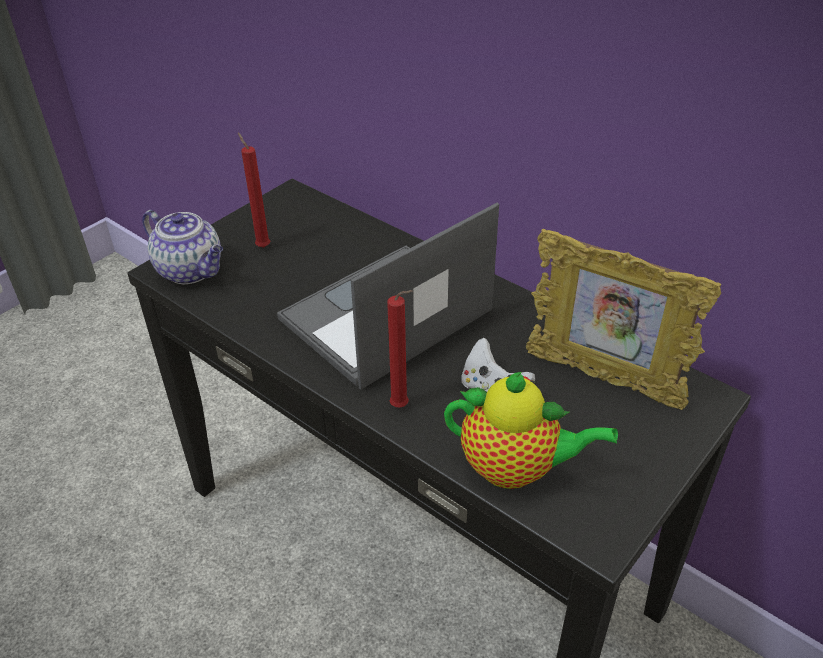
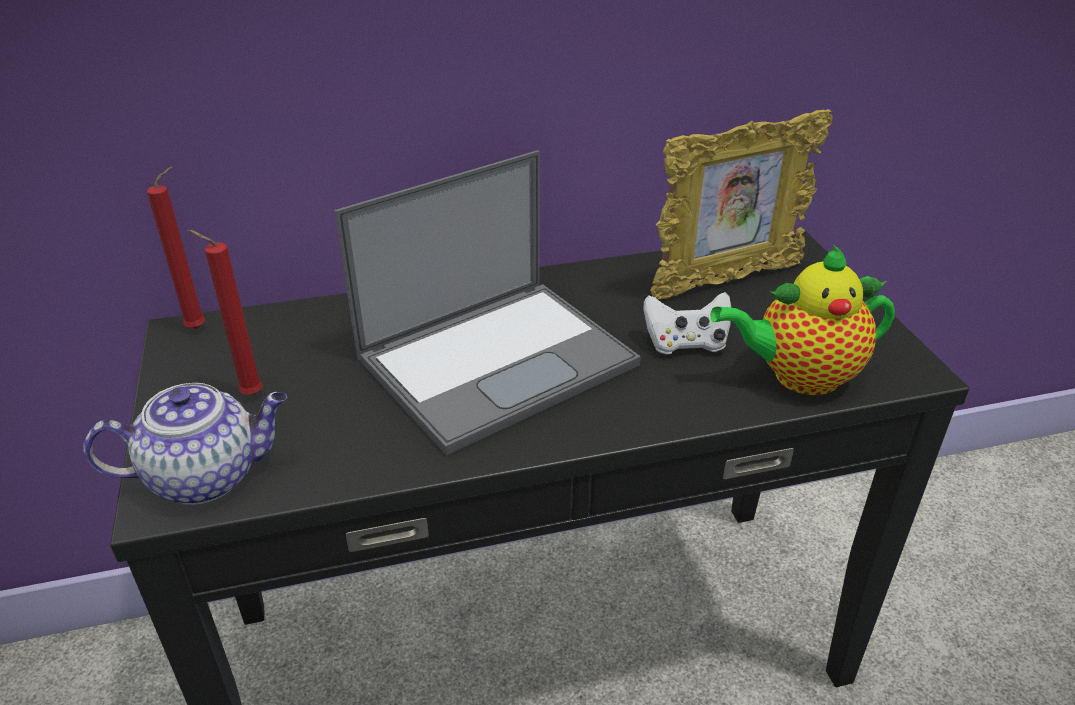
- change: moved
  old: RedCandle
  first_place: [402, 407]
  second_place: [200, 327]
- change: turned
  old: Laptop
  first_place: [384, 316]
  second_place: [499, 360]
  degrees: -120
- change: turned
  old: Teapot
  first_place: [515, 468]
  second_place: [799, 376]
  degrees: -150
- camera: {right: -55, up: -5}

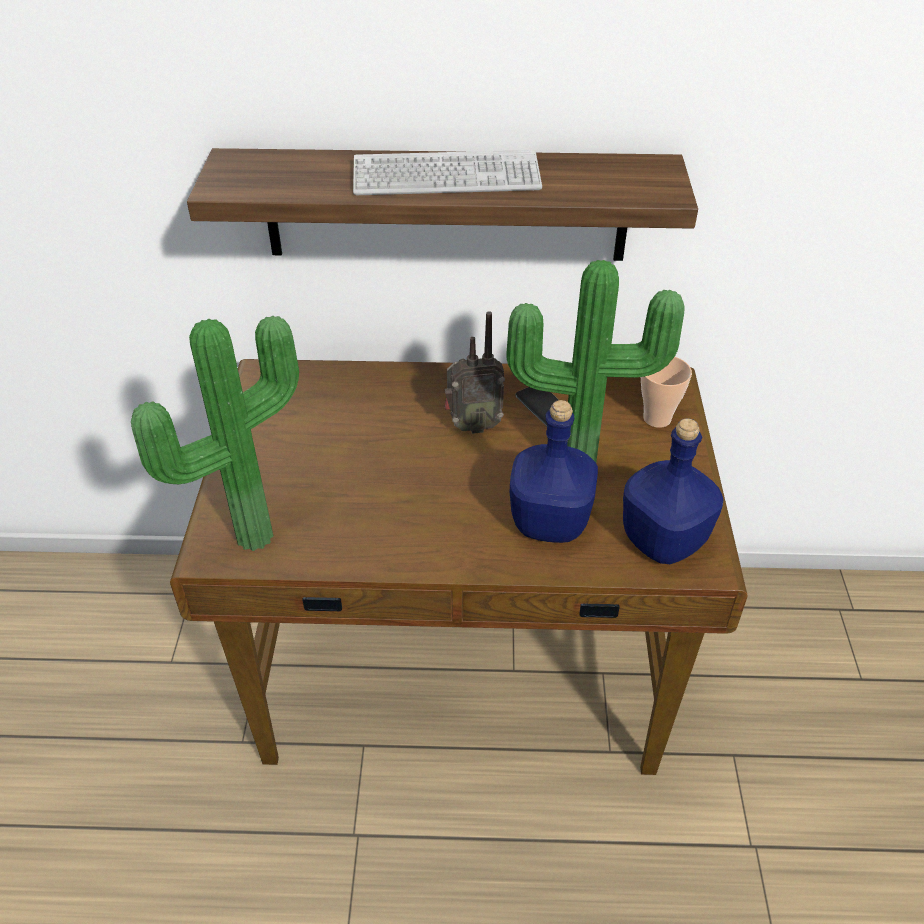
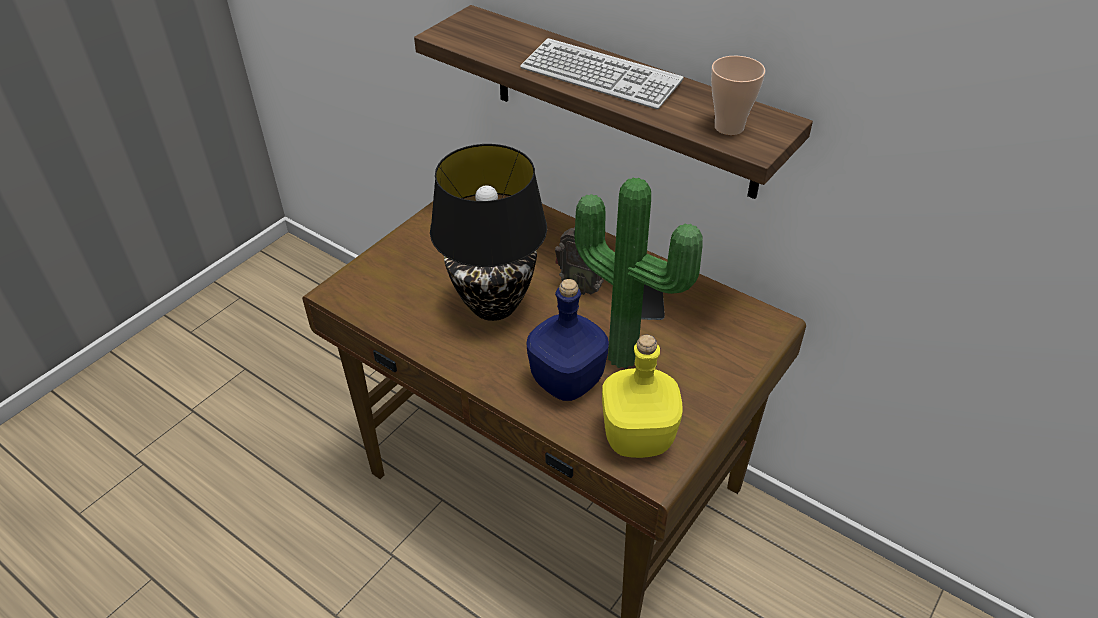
- change: removed
  old: PottedPlant
  first_place: [250, 533]
- change: added
  new: BlackTableLamp
  second_place: [492, 306]
- change: moved
  old: Cup
  first_place: [657, 418]
  second_place: [729, 127]
- change: recoloured
  old: BlueBottle
  new: YellowBottle
  first_place: [661, 540]
  second_place: [637, 436]
- camera: {right: 35, up: 0}

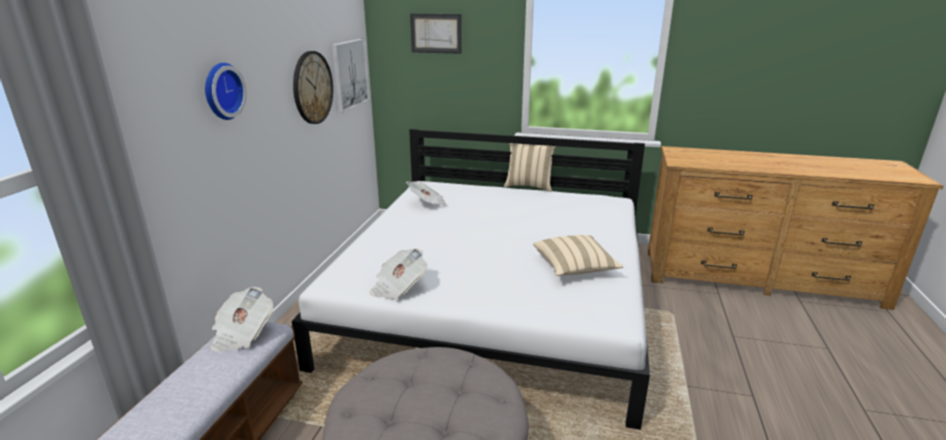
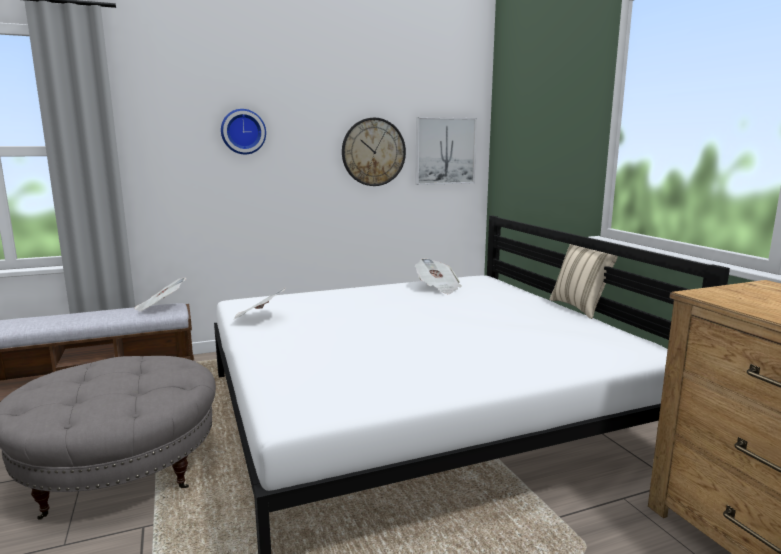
- change: removed
  old: Picture
  first_place: [436, 33]
- change: removed
  old: BeigePillow
  first_place: [574, 268]
- camera: {right: 55, up: -10}

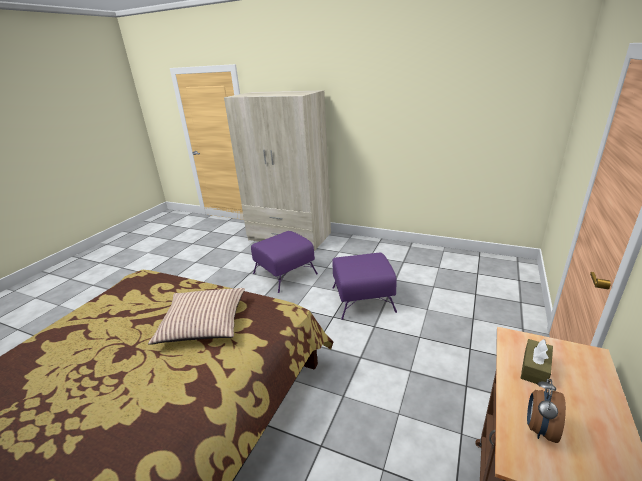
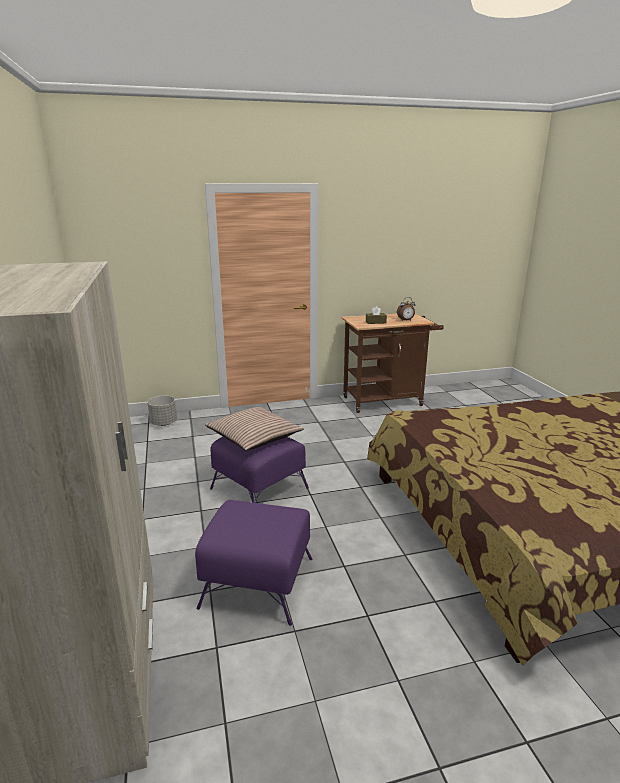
- change: added
  new: GreyPlanter
  second_place: [163, 423]
- change: moved
  old: Pillow
  first_place: [203, 323]
  second_place: [254, 437]
- camera: {right: -130, up: -5}

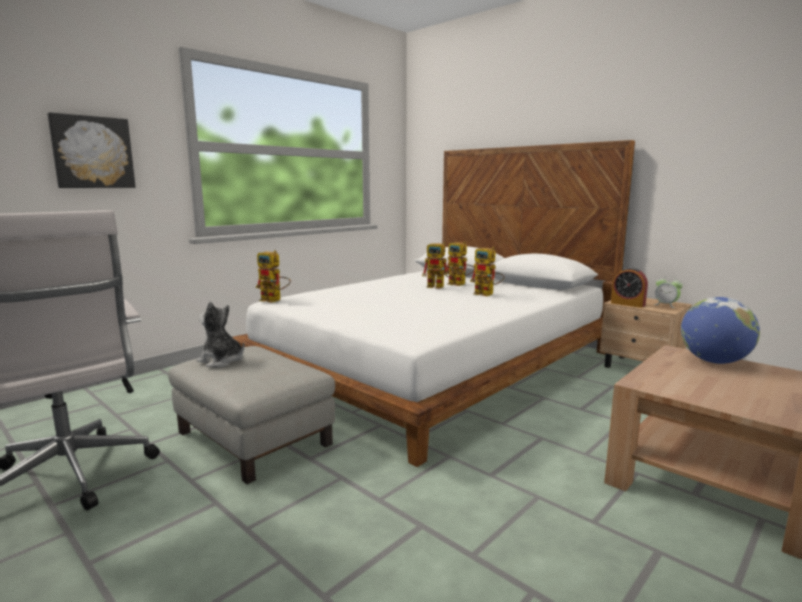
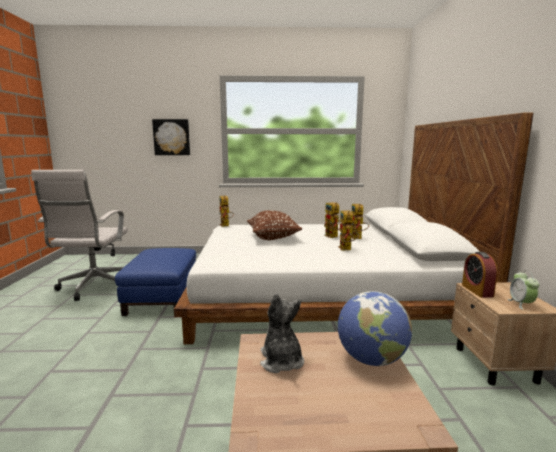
- change: added
  new: BrownPillow
  second_place: [273, 238]
- change: moved
  old: PlushToy
  first_place: [222, 361]
  second_place: [281, 361]
- change: recoloured
  old: GreyOttoman
  new: BlueOttoman
  first_place: [255, 438]
  second_place: [162, 298]
- camera: {right: 45, up: 0}

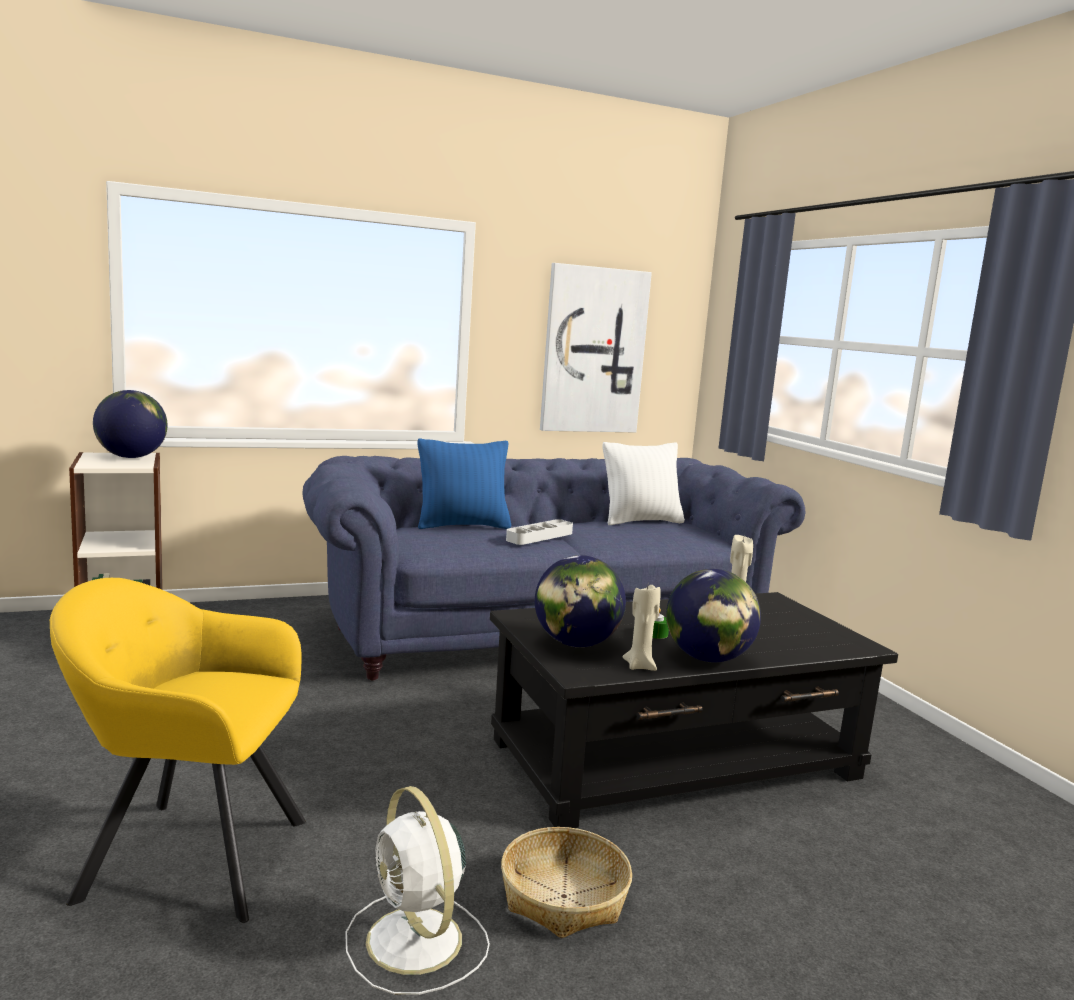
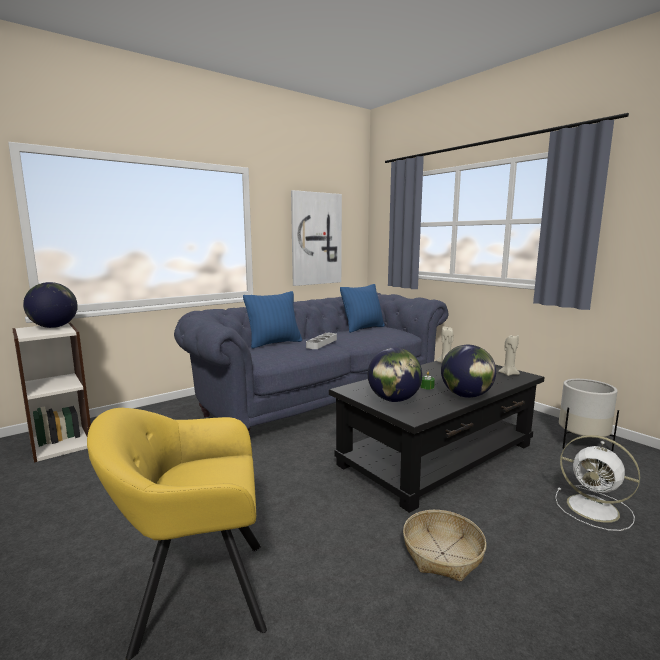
- change: added
  new: WhitePlanter
  second_place: [582, 444]
- change: moved
  old: WhiteFan
  first_place: [416, 943]
  second_place: [595, 509]
- change: moved
  old: BeigeCandle
  first_place: [640, 666]
  second_place: [508, 374]
- change: recoloured
  old: WhitePillow
  new: BluePillow
  first_place: [640, 521]
  second_place: [363, 328]
- camera: {right: -15, up: 0}

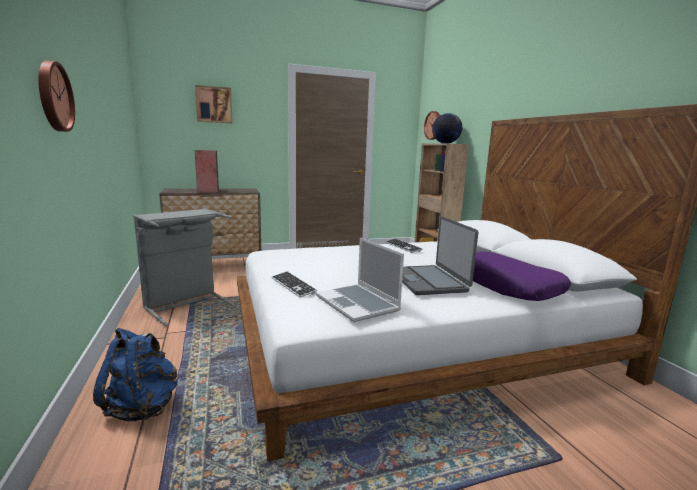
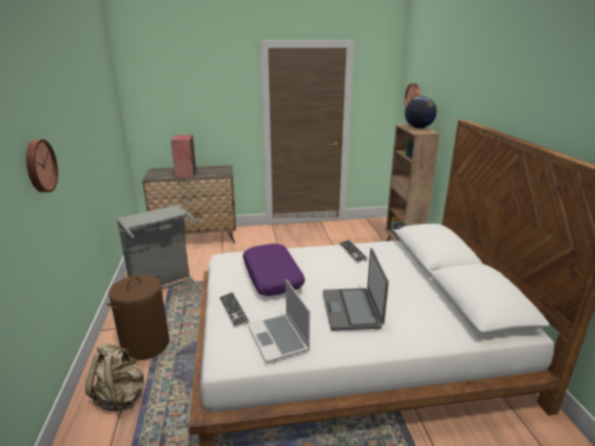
- change: removed
  old: Picture
  first_place: [214, 105]
- change: added
  new: BrownLaundryBasket
  second_place: [146, 344]
- change: moved
  old: PurplePillow
  first_place: [505, 286]
  second_place: [272, 276]
- change: recoloured
  old: BlueBackpack
  new: BeigeBackpack
  first_place: [142, 407]
  second_place: [121, 397]
- camera: {right: 10, up: 10}

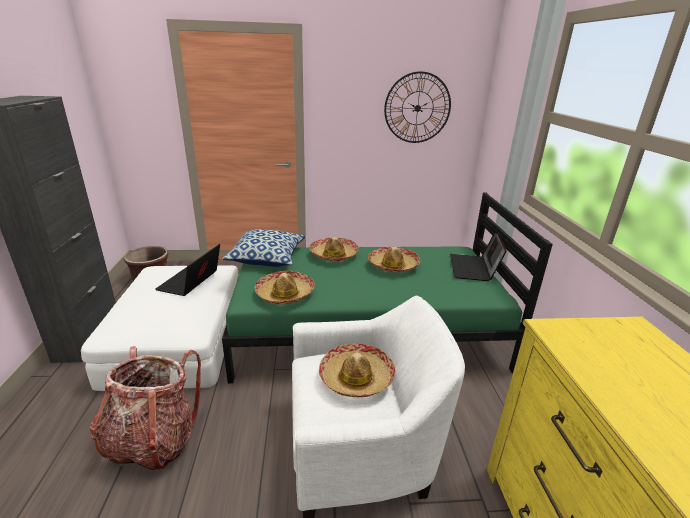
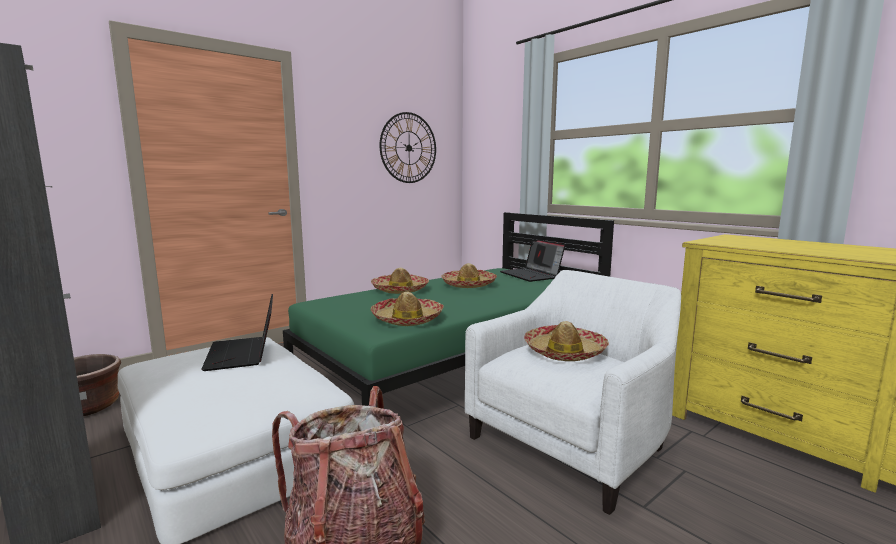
- change: removed
  old: Pillow
  first_place: [267, 258]
- camera: {right: -35, up: -15}

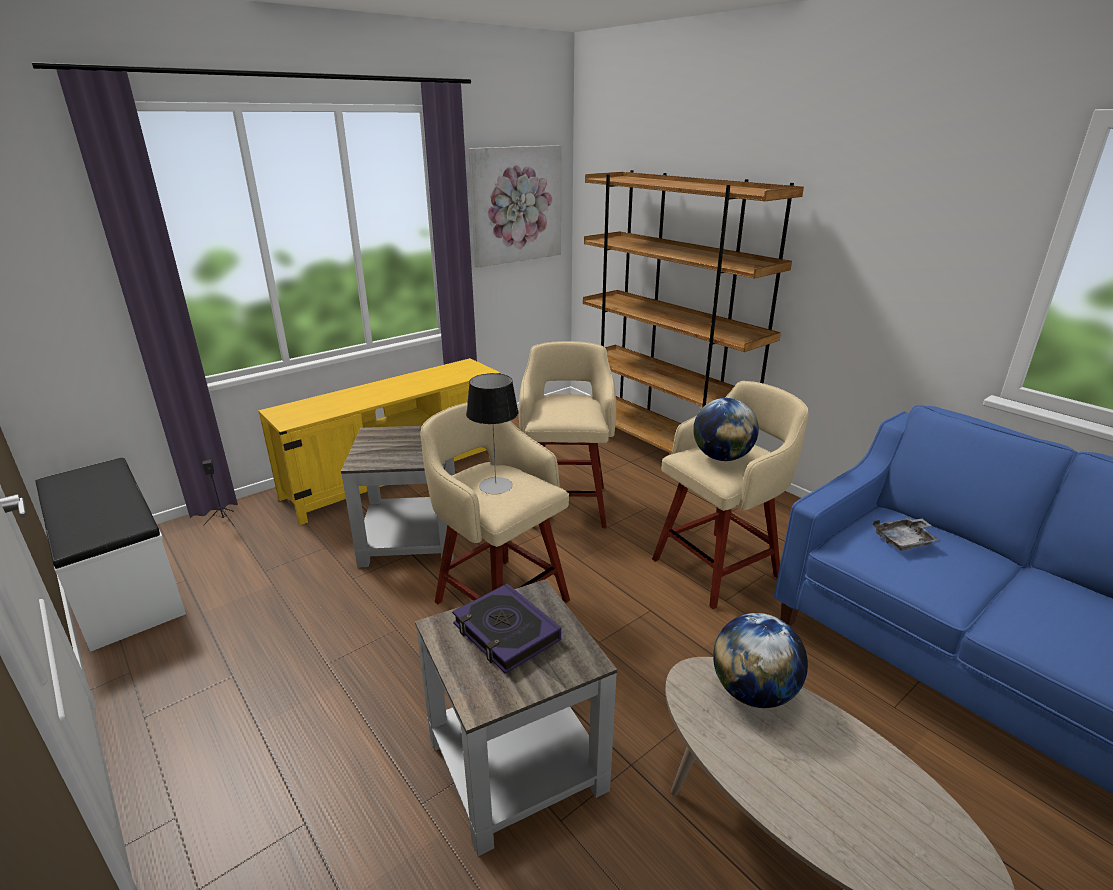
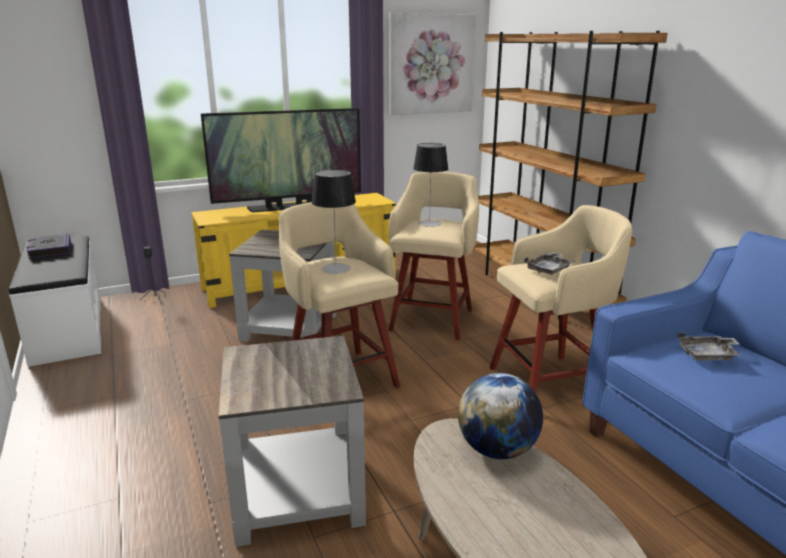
- change: added
  new: Television
  second_place: [288, 207]
- change: added
  new: TableLamp
  second_place: [429, 223]
- change: moved
  old: Book
  first_place: [505, 632]
  second_place: [50, 250]
- change: replaced
  old: Globe
  new: GreyTray
  first_place: [721, 457]
  second_place: [549, 269]
- camera: {right: 15, up: -5}

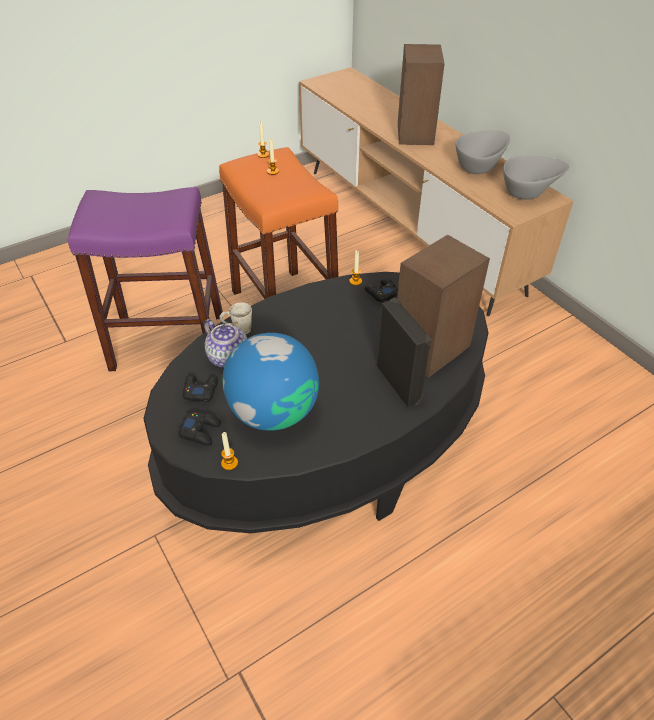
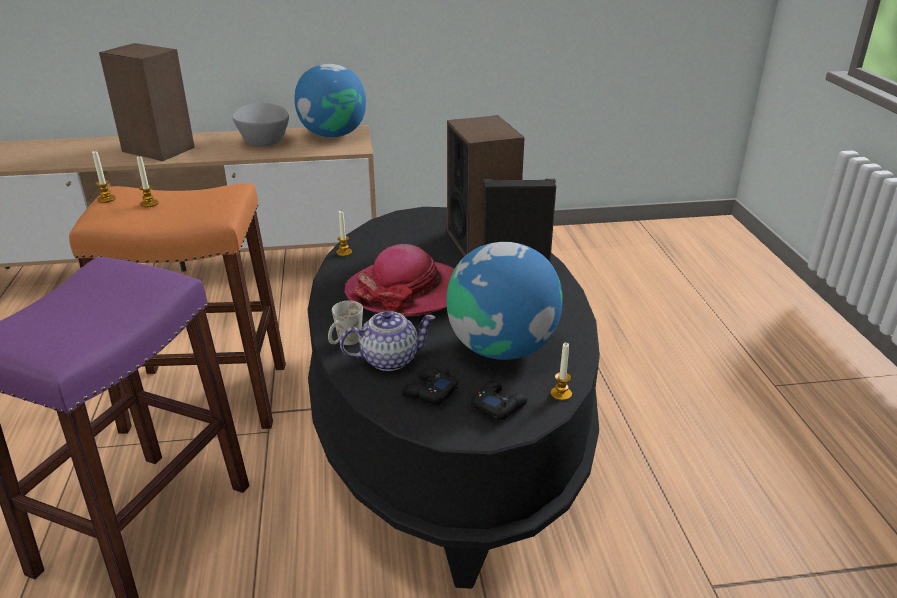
- change: removed
  old: BlackGameController
  first_place: [381, 293]
- change: added
  new: Hat
  second_place: [407, 292]
- change: replaced
  old: GreyBowl
  new: Globe
  first_place: [528, 192]
  second_place: [333, 135]
- camera: {right: -65, up: -15}

